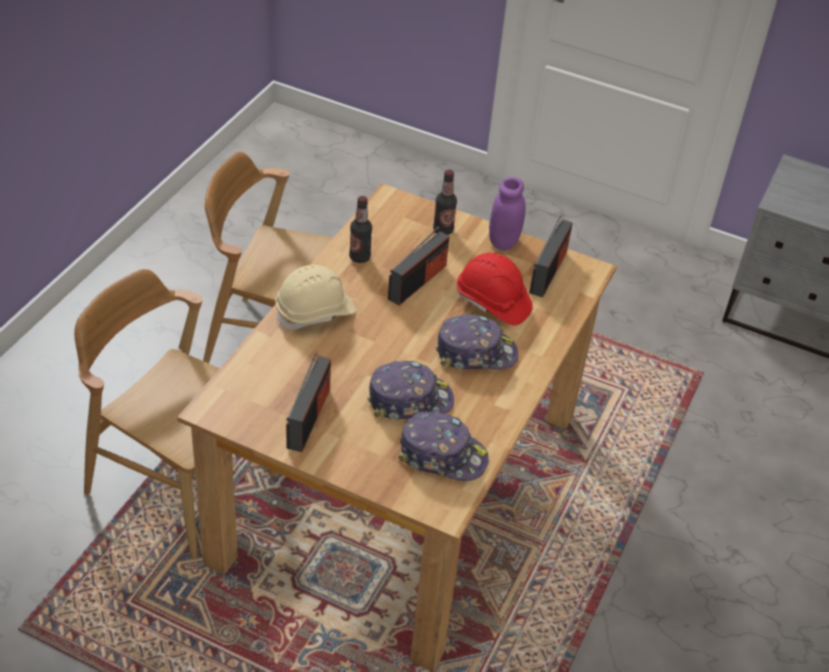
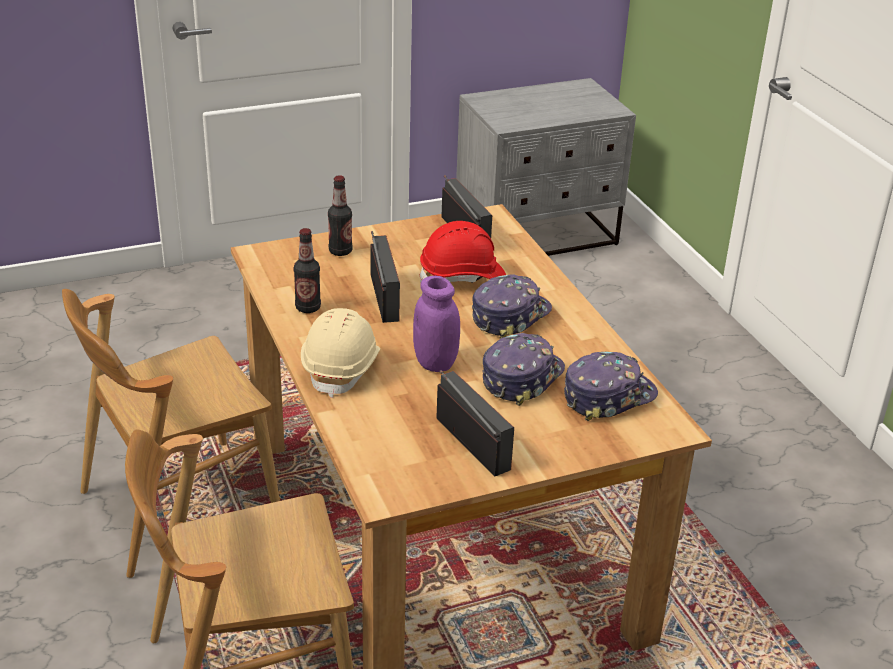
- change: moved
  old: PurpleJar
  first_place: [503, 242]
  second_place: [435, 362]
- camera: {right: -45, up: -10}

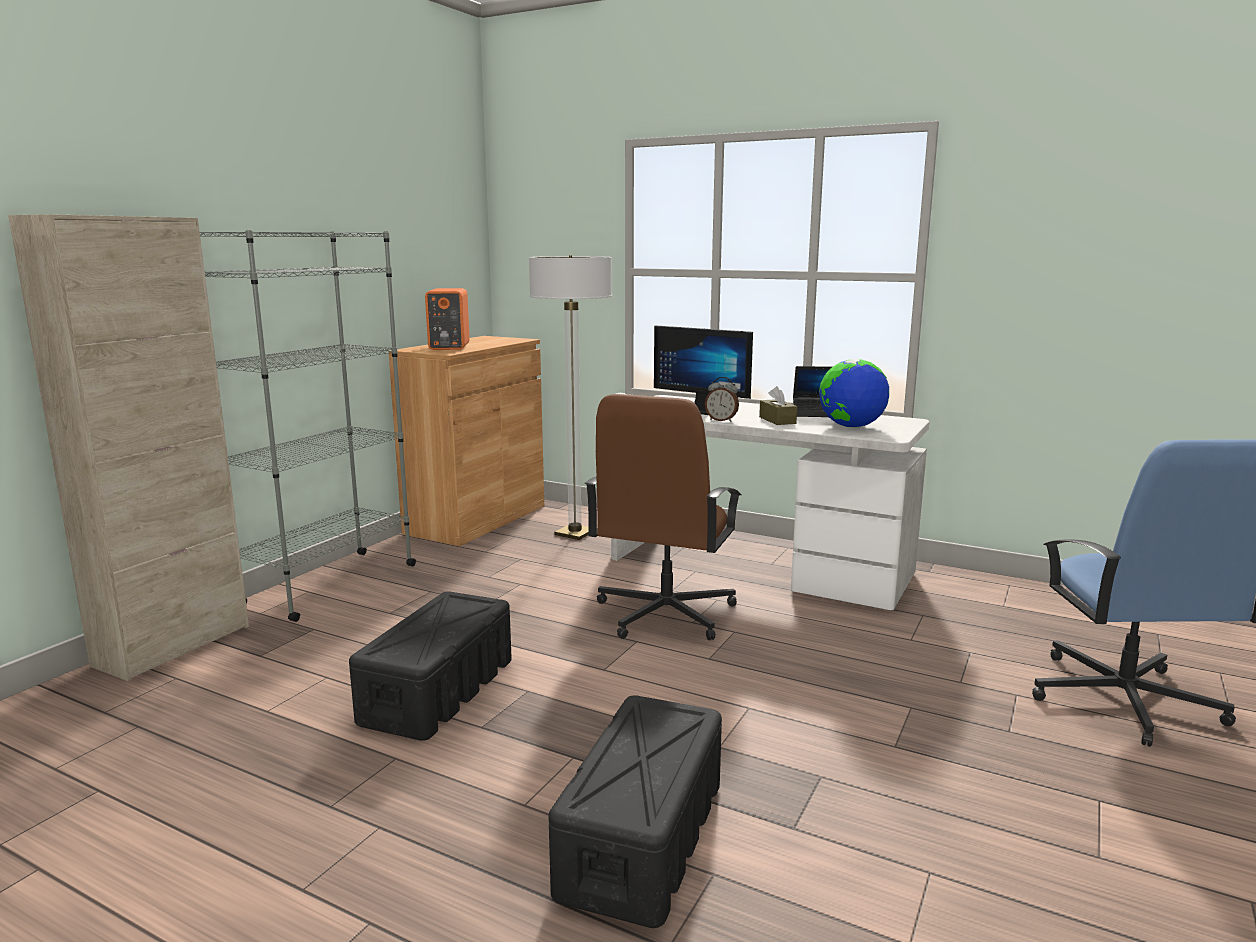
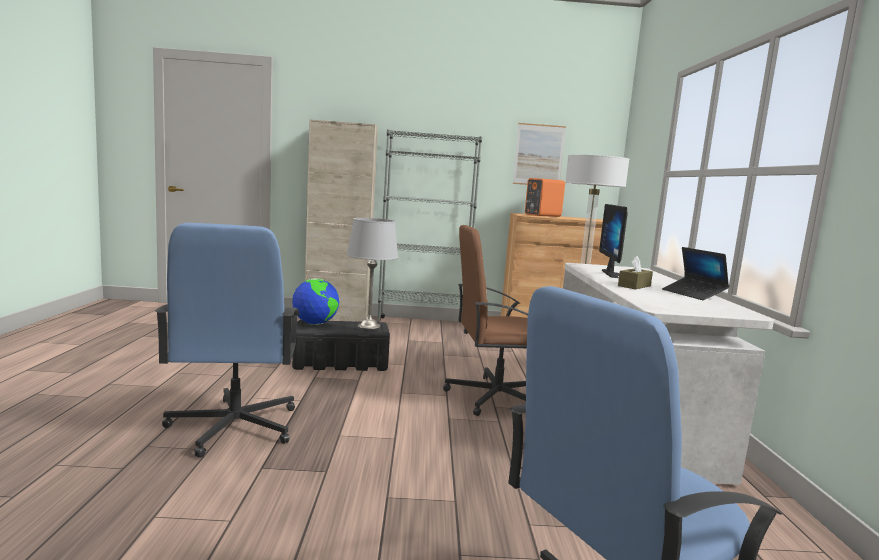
- change: removed
  old: AlarmClock
  first_place: [721, 420]
- change: added
  new: GreyTableLamp
  second_place: [369, 326]
- change: added
  new: Picture
  second_place: [539, 155]
- change: moved
  old: Globe
  first_place: [851, 427]
  second_place: [315, 324]
- change: replaced
  old: BlackStorageBox
  new: BlueOfficeChair
  first_place: [642, 839]
  second_place: [233, 427]
- camera: {right: 60, up: -5}

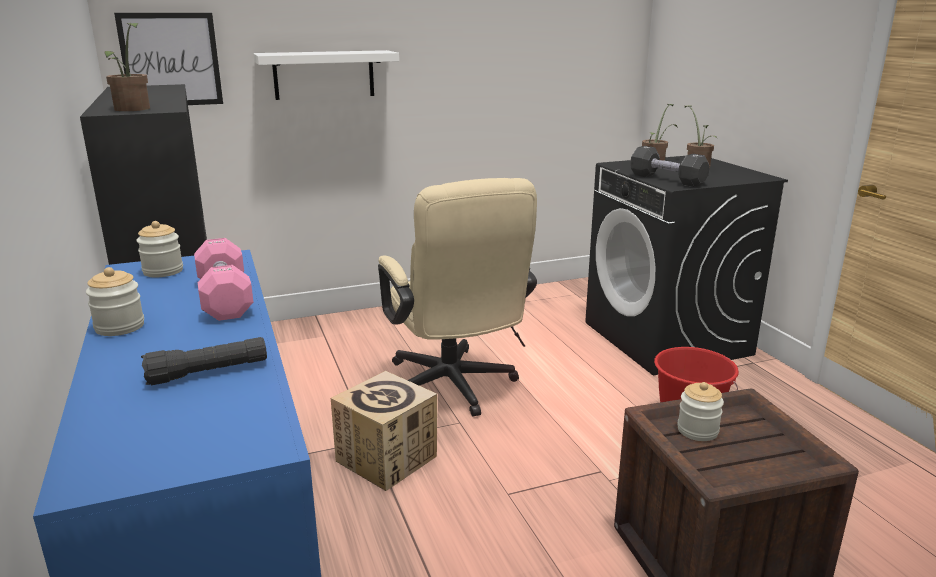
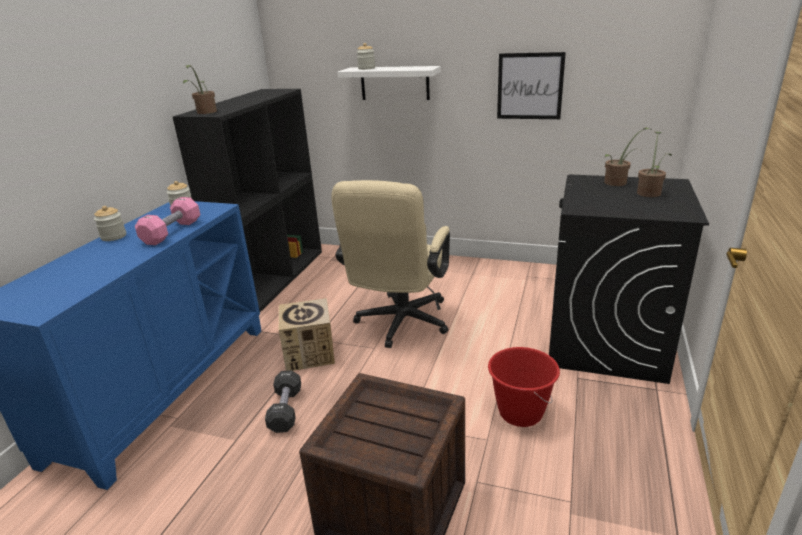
- change: removed
  old: BlackFlashlight
  first_place: [208, 372]
- change: moved
  old: Picture
  first_place: [171, 60]
  second_place: [530, 86]
- change: moved
  old: BlackDumbbell
  first_place: [667, 180]
  second_place: [286, 410]
- change: moved
  old: Jar
  first_place: [697, 430]
  second_place: [366, 68]
- camera: {right: 40, up: 5}

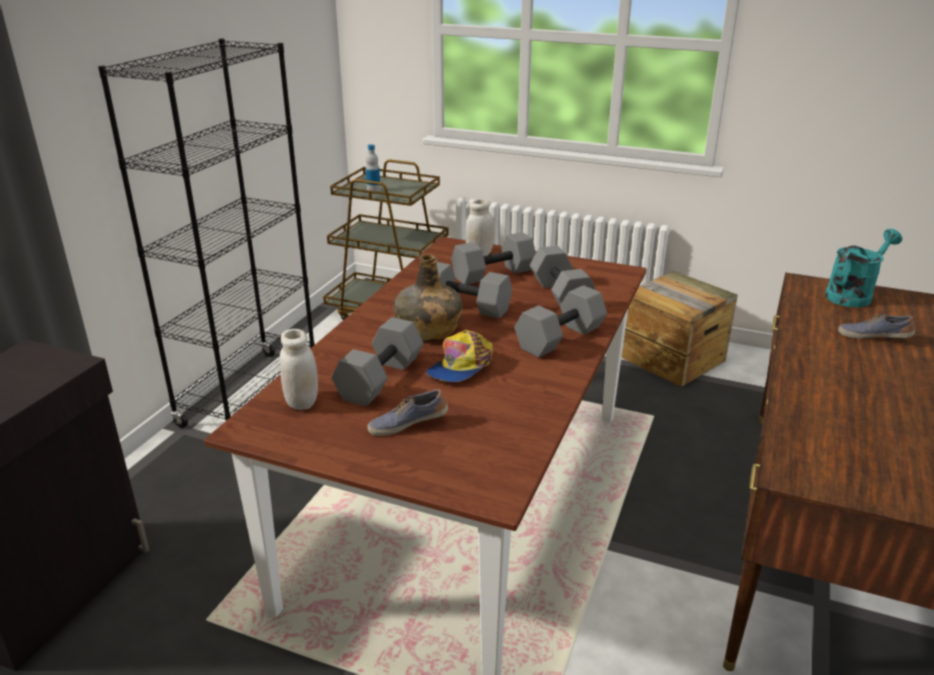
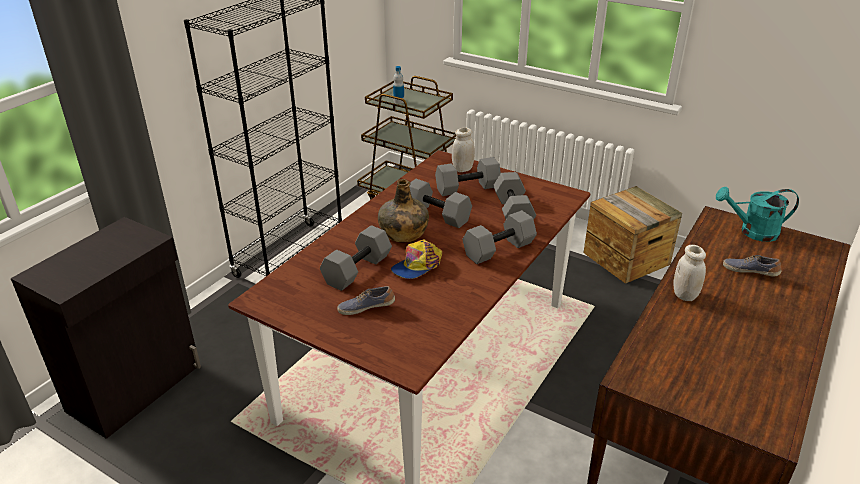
- change: moved
  old: WhiteJar
  first_place: [302, 402]
  second_place: [684, 295]
- change: turned
  old: TurquoiseWateringCan
  first_place: [853, 295]
  second_place: [752, 232]
  degrees: -150
- camera: {right: 10, up: 5}

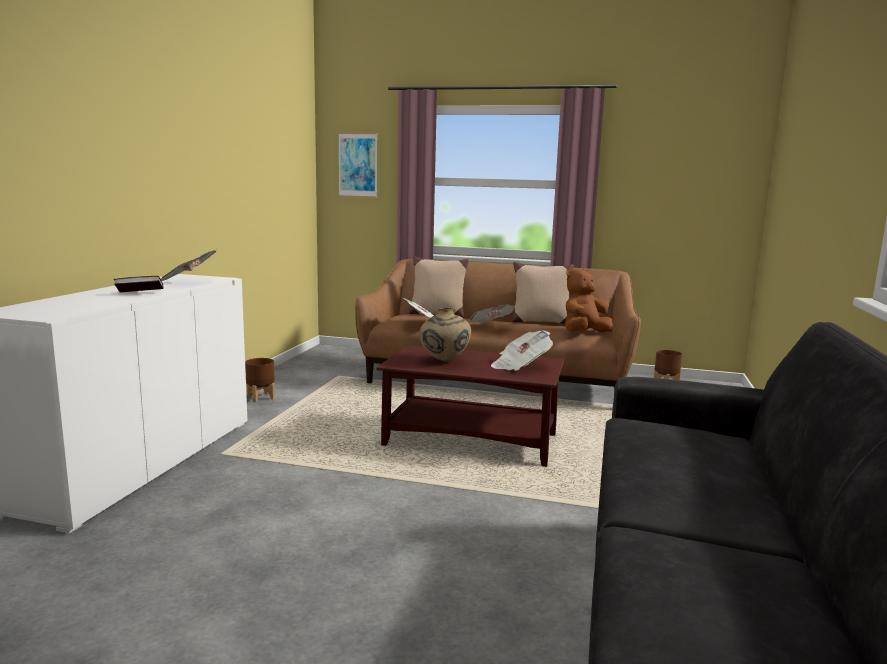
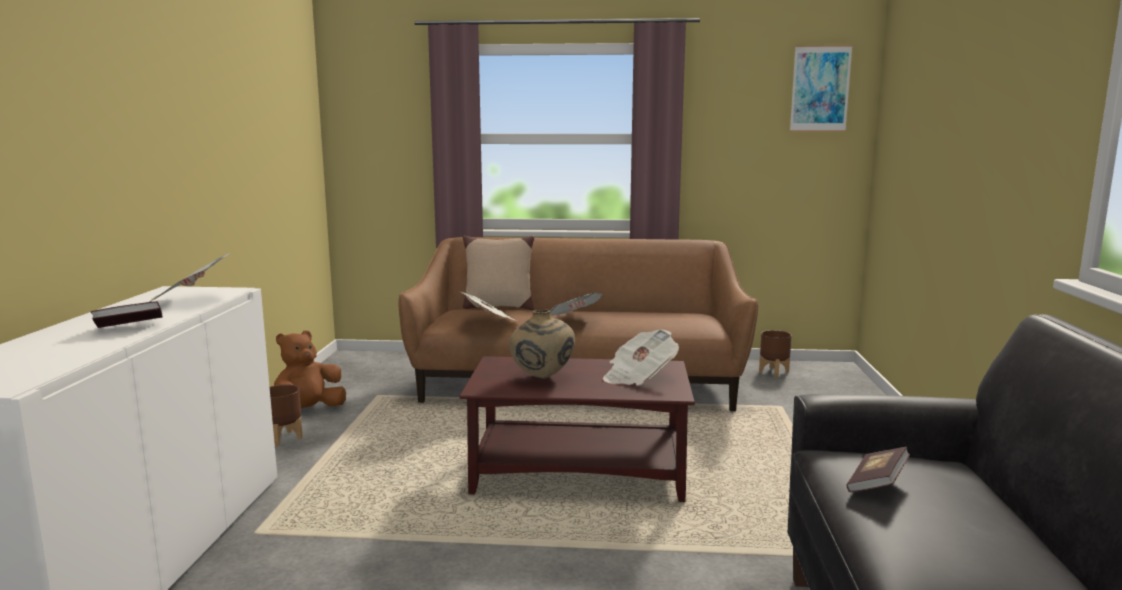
- change: removed
  old: BeigePillow
  first_place: [540, 322]
- change: added
  new: Book
  second_place: [876, 484]
- change: moved
  old: Picture
  first_place: [358, 165]
  second_place: [820, 89]
- change: moved
  old: BrownPlushToy
  first_place: [584, 334]
  second_place: [308, 411]
- camera: {right: -10, up: 0}

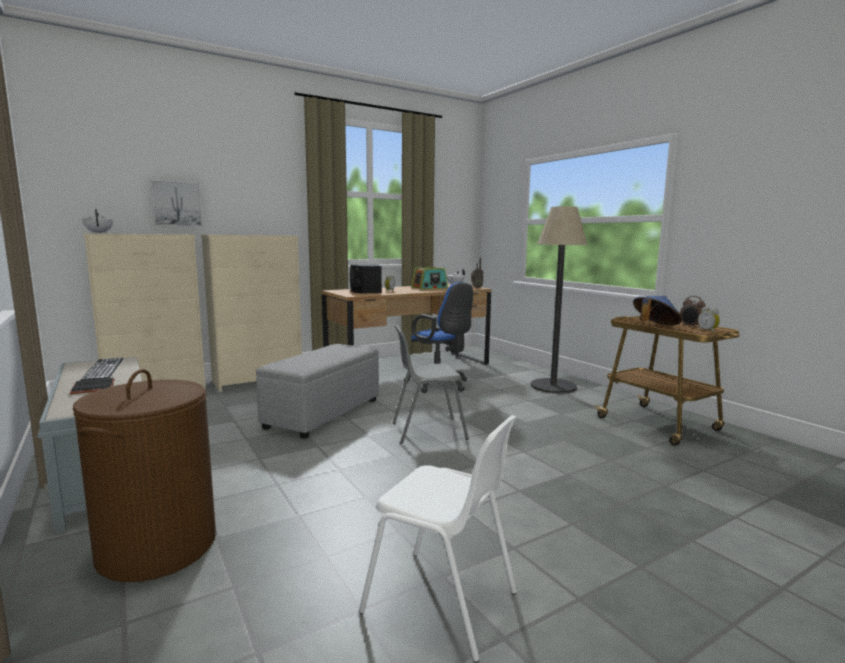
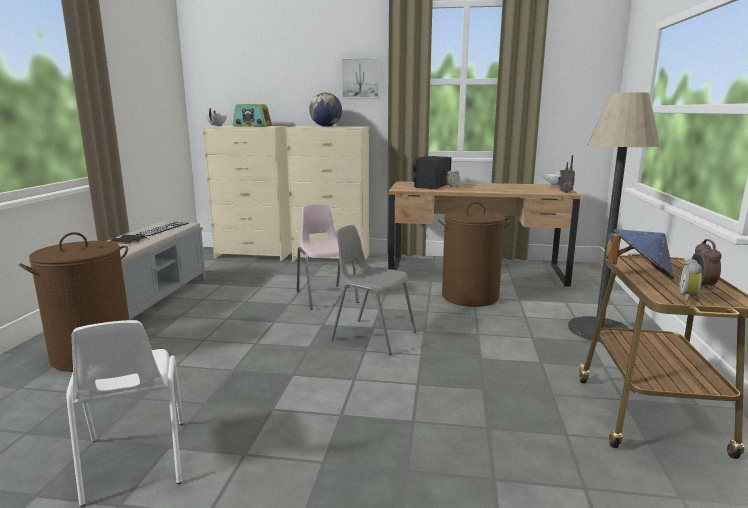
- change: added
  new: Globe
  second_place: [326, 126]
- change: moved
  old: Picture
  first_place: [177, 204]
  second_place: [361, 78]
- change: moved
  old: Radio
  first_place: [429, 288]
  second_place: [252, 126]
- change: replaced
  old: GreyOttoman
  new: PinkChair
  first_place: [324, 413]
  second_place: [326, 297]
- change: replaced
  old: BlueOfficeChair
  new: BrownLaundryBasket
  first_place: [440, 385]
  second_place: [470, 297]
- camera: {right: 40, up: 5}

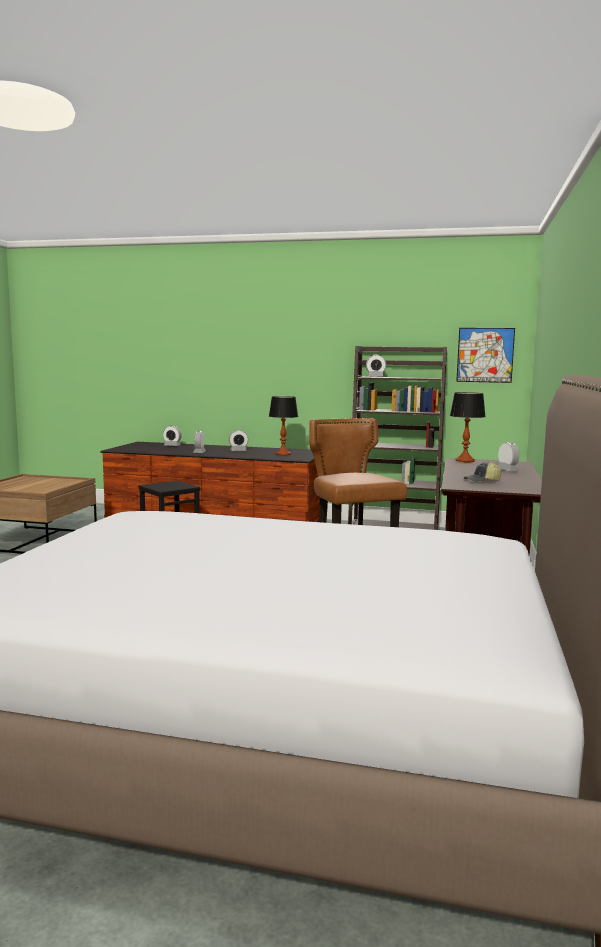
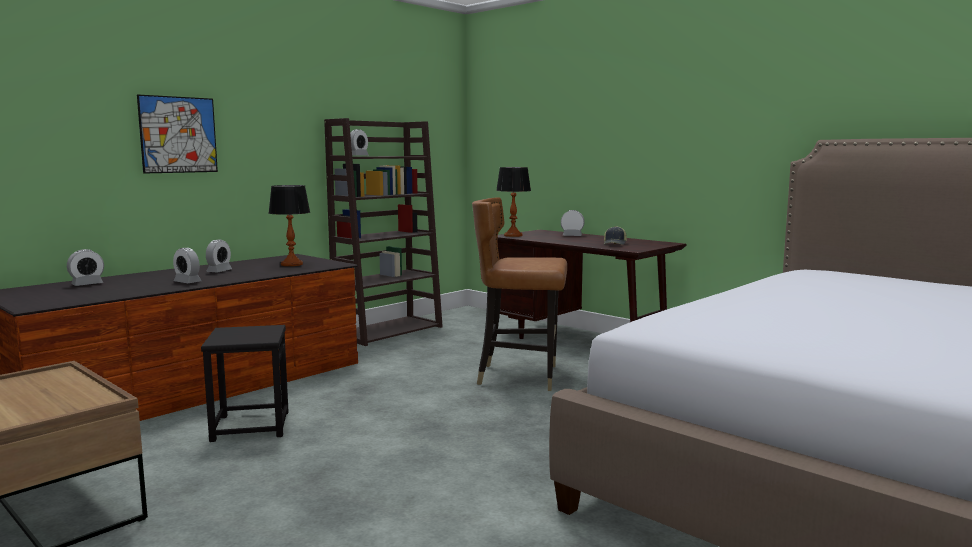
- change: moved
  old: Picture
  first_place: [485, 355]
  second_place: [178, 135]
- camera: {right: -60, up: 0}

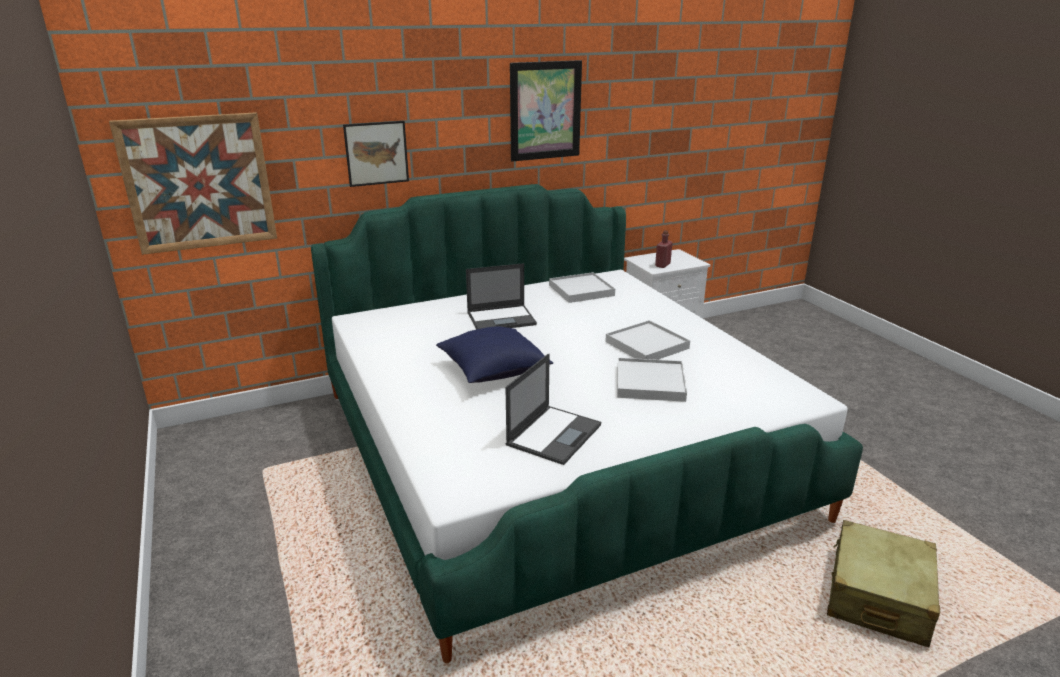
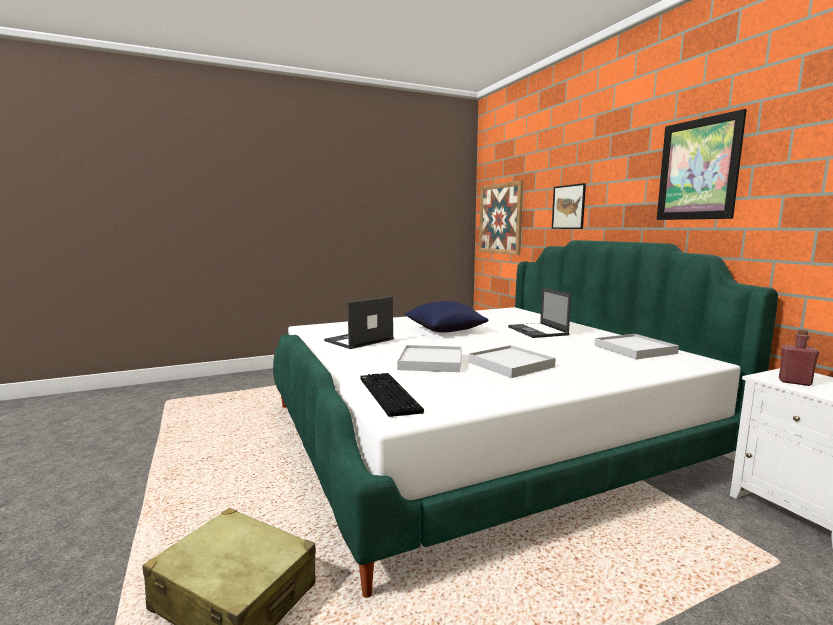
- change: added
  new: Keyboard
  second_place: [386, 395]
- change: turned
  old: Laptop
  first_place: [554, 434]
  second_place: [358, 340]
  degrees: 105
- camera: {right: 90, up: -15}

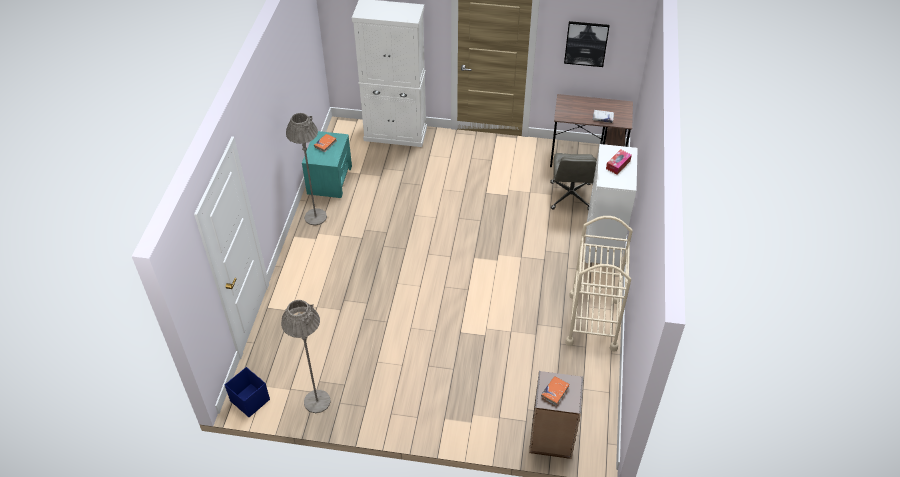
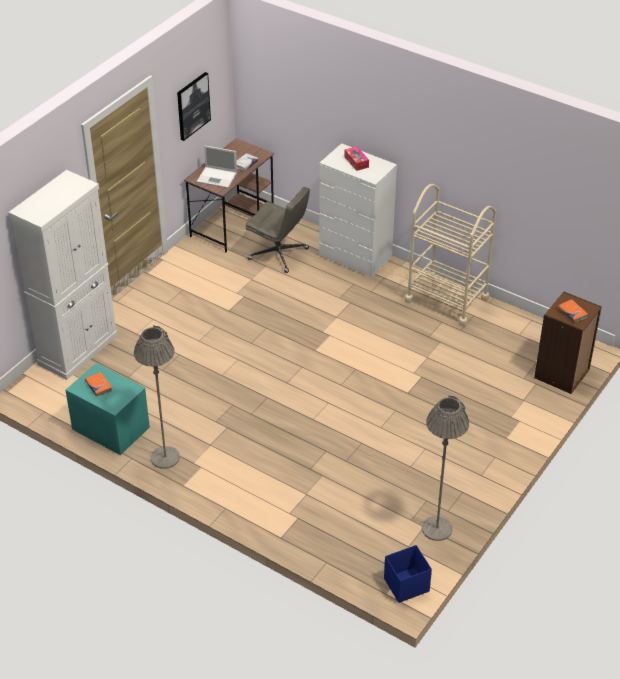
- change: added
  new: Laptop
  second_place: [217, 177]
- camera: {right: -65, up: -5}

